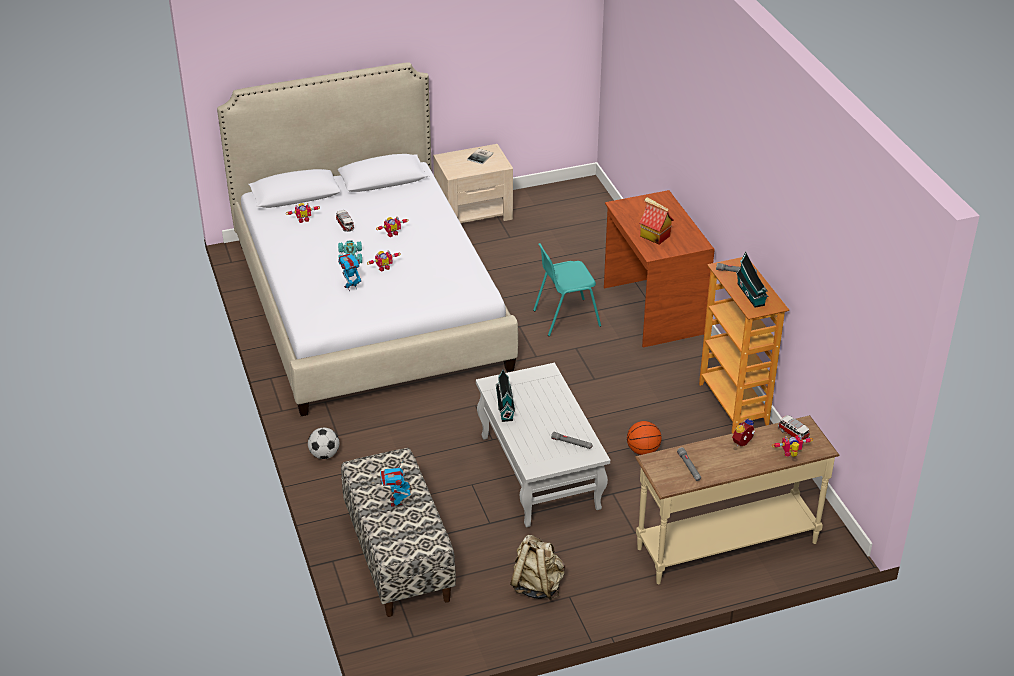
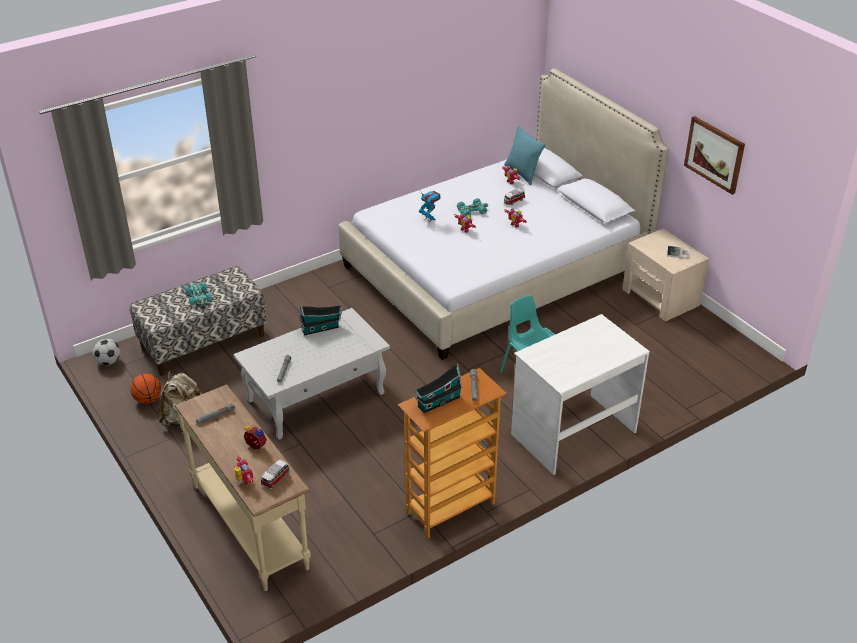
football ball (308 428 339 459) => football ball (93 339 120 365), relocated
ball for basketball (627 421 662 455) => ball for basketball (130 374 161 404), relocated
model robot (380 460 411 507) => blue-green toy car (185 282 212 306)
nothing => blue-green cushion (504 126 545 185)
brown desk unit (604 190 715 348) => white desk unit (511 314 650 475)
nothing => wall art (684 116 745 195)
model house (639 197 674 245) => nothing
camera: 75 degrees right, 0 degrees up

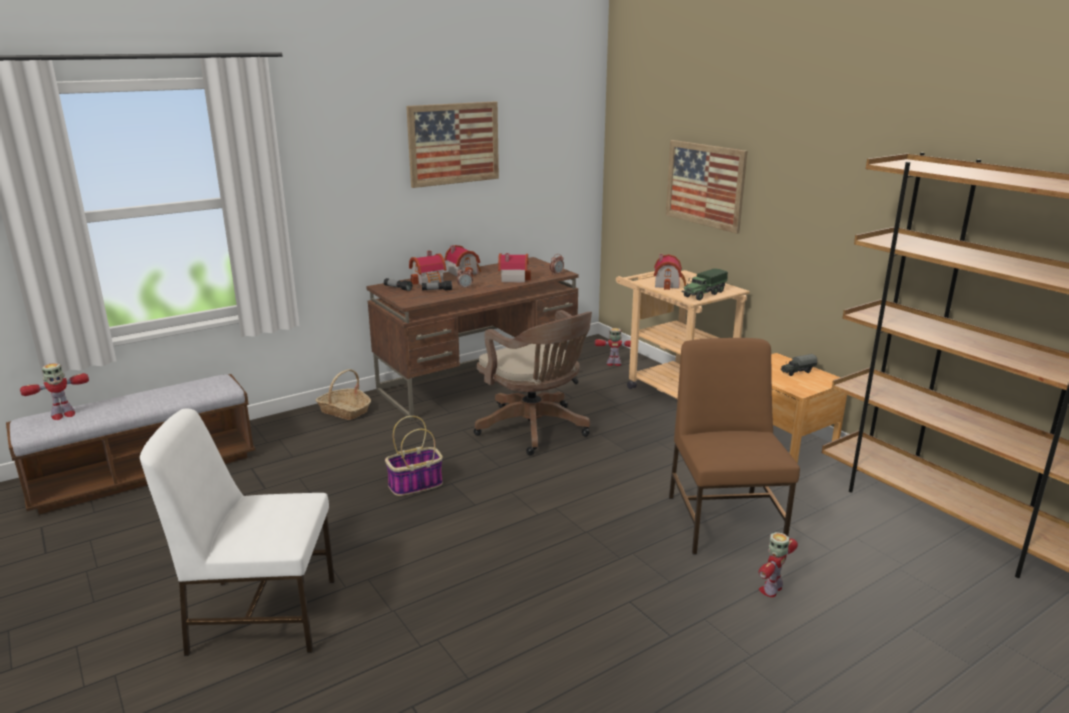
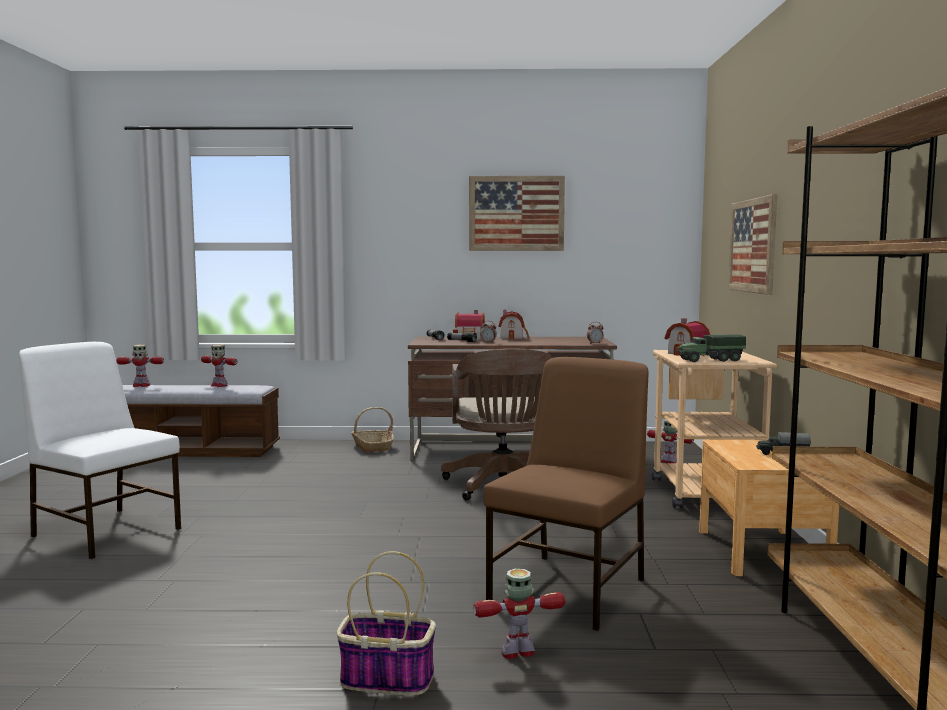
nothing => model robot (201 344 238 387)
basket (385 416 443 496) => basket (337 551 436 695), relocated
model house (498 253 531 283) => nothing
camera: 35 degrees right, 15 degrees down

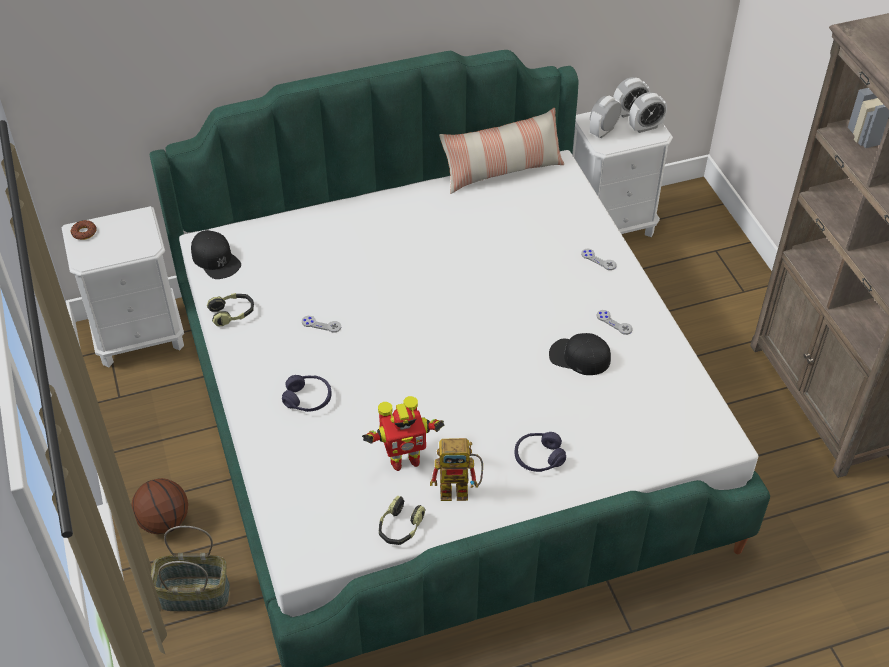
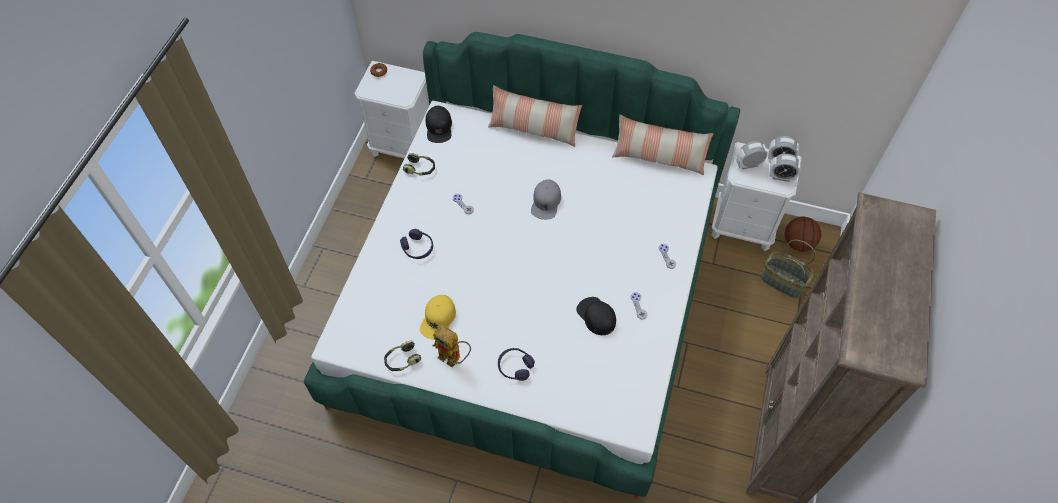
model robot (362 396 445 471) => yellowish baseball cap (420 295 456 339)
nothing => cushion (488 85 582 147)
nothing => gray baseball cap (531 179 561 220)
basket (151 526 230 611) => basket (761 240 816 298), relocated
ball for basketball (131 478 188 534) => ball for basketball (784 216 821 252), relocated
camera: 35 degrees right, 10 degrees up

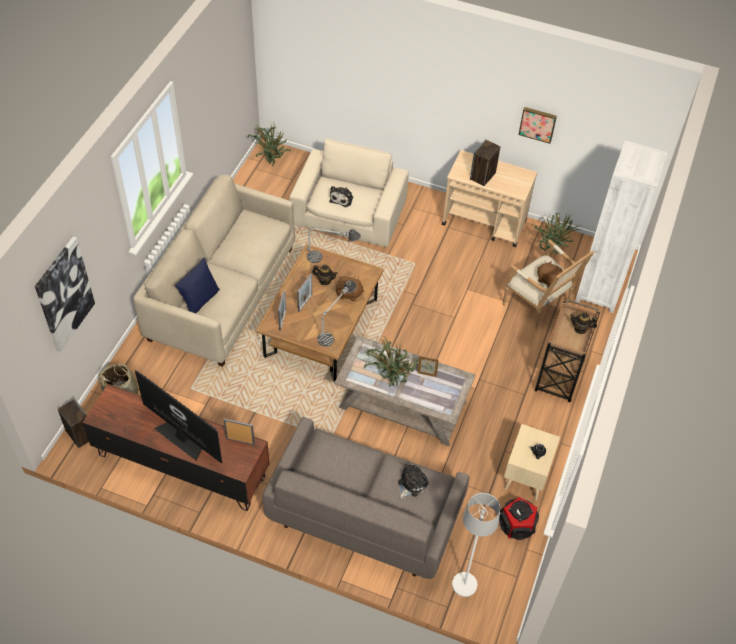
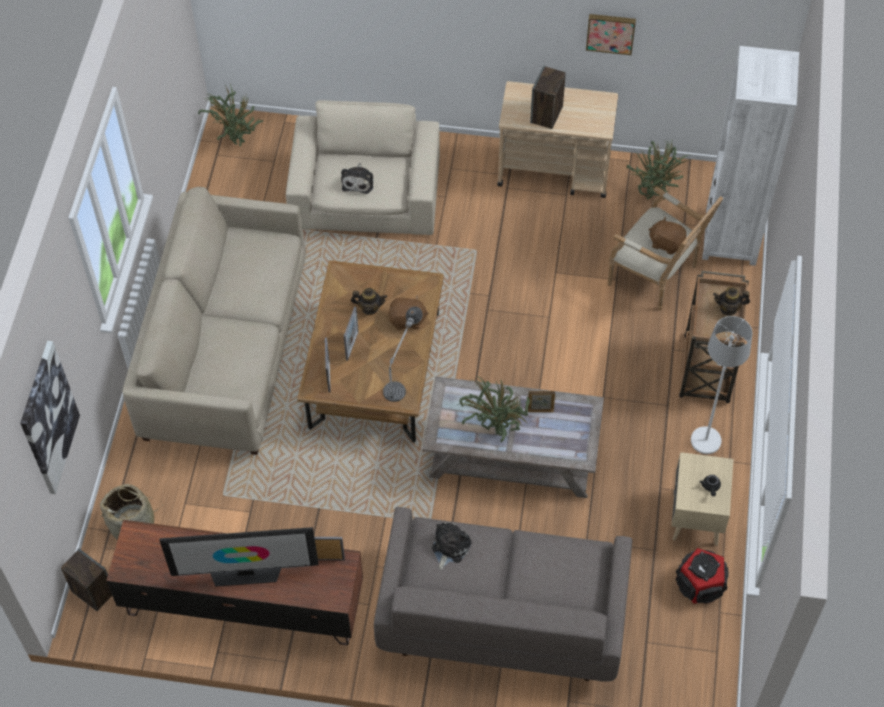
television (135 370 222 464) => television (159 527 319 587), 150 degrees clockwise
cuddly toy (398 464 429 499) => cuddly toy (432 522 472 570), relocated
white standard lamp (452 493 500 597) => white standard lamp (691 316 752 454), relocated
bluish cushion (175 258 220 313) => nothing
table lamp (306 225 361 263) => nothing
camera: 10 degrees left, 5 degrees up

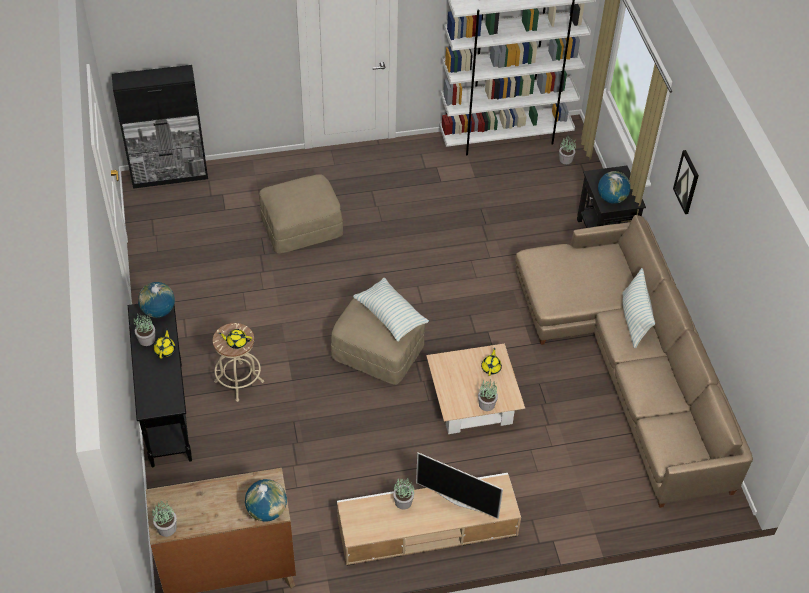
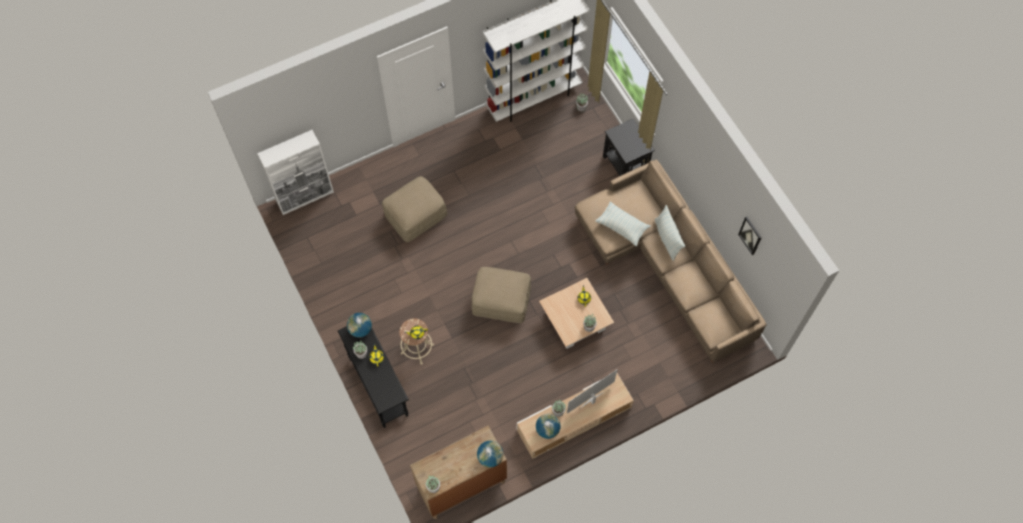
black-coloured cabinet (112 65 208 189) => white cabinet (257 130 334 215)
desk globe (598 171 631 204) => desk globe (536 414 560 439), relocated
television (416 452 503 519) => television (567 370 617 414), 135 degrees clockwise
cushion (353 278 429 342) => cushion (595 201 651 246), relocated
wall art (673 150 699 214) => wall art (738 217 762 255), relocated
camera: 15 degrees left, 15 degrees up

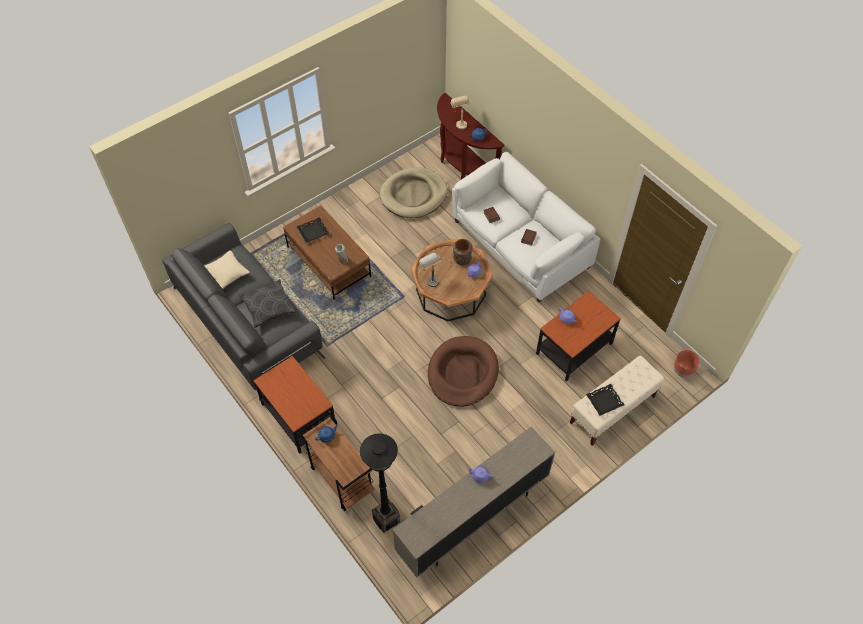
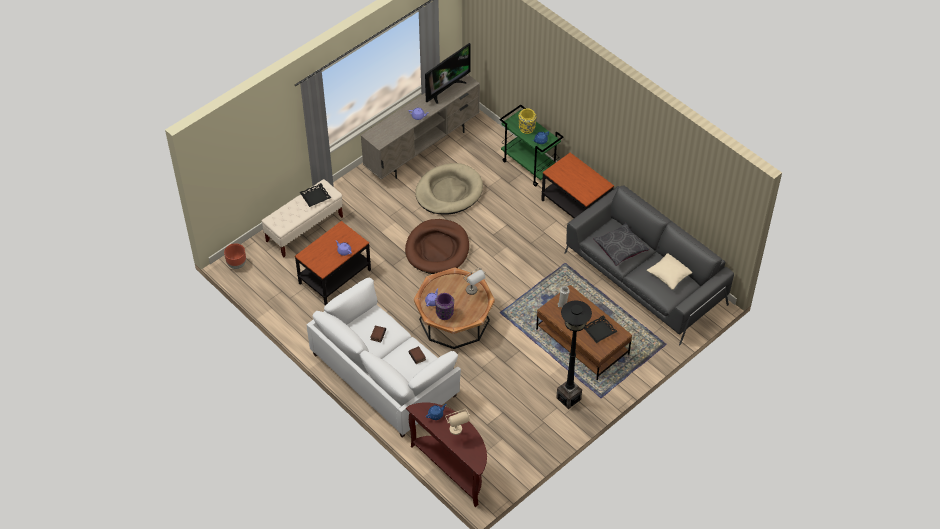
beige-coloured pet bed (380 168 448 218) => beige-coloured pet bed (415 163 483 215), relocated
nothing => television (425 43 471 104)
brown flower vase (453 239 472 266) => purple flower vase (435 293 454 320)
brown trolley (298 412 375 511) => green-coloured trolley (499 105 564 187)
nothing => yellowish flower vase (519 108 536 134)
black-coloured standard lamp (360 433 400 533) => black-coloured standard lamp (556 301 592 409), relocated
camera: 175 degrees right, 5 degrees down

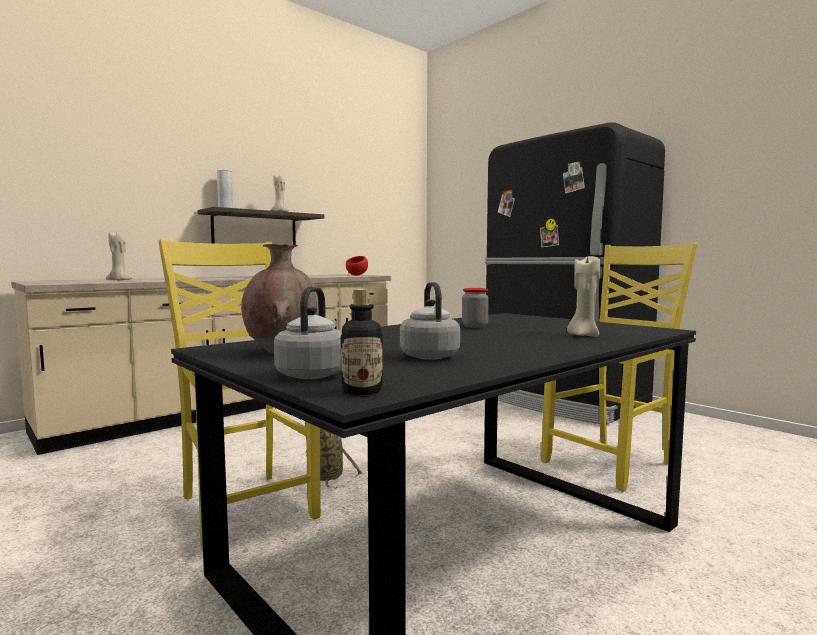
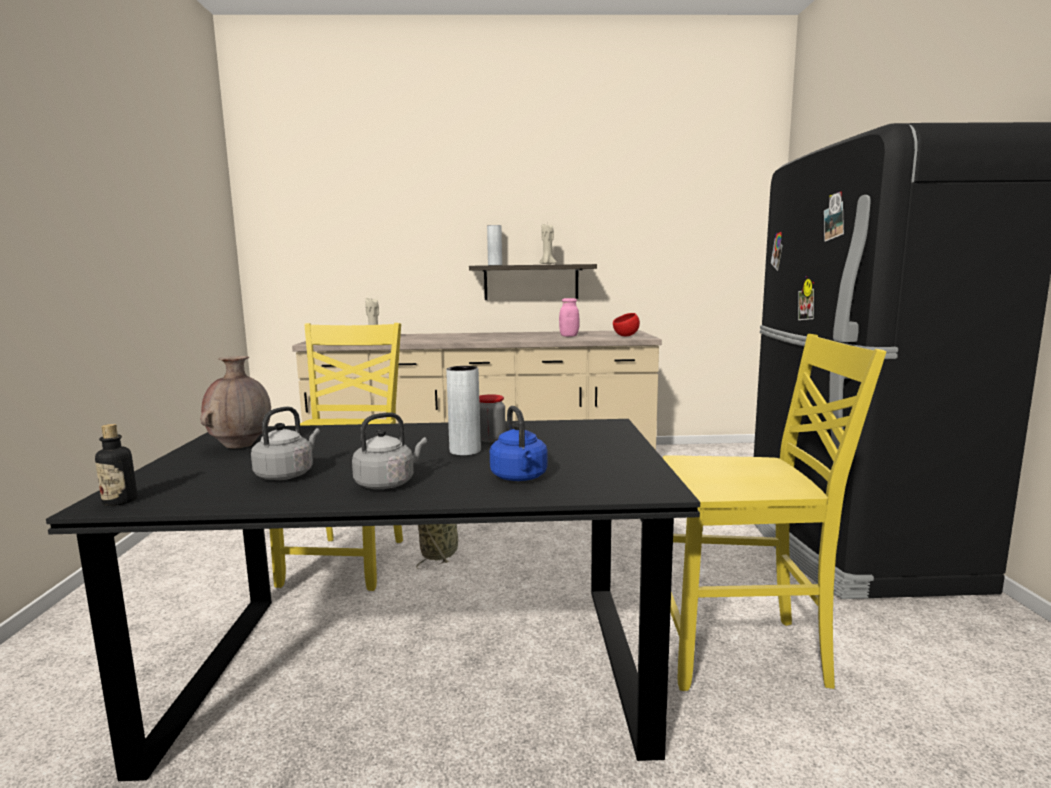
gray kettle (274 286 342 379) => gray kettle (352 412 427 489), relocated
nothing => gray flower vase (446 366 481 456)
beige-coloured candle (567 255 600 337) => bluish kettle (490 406 548 481)
nothing => pink-coloured jar (559 298 580 337)
camera: 40 degrees right, 5 degrees up

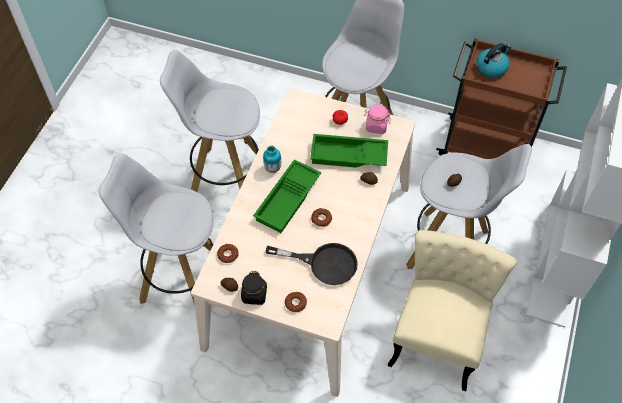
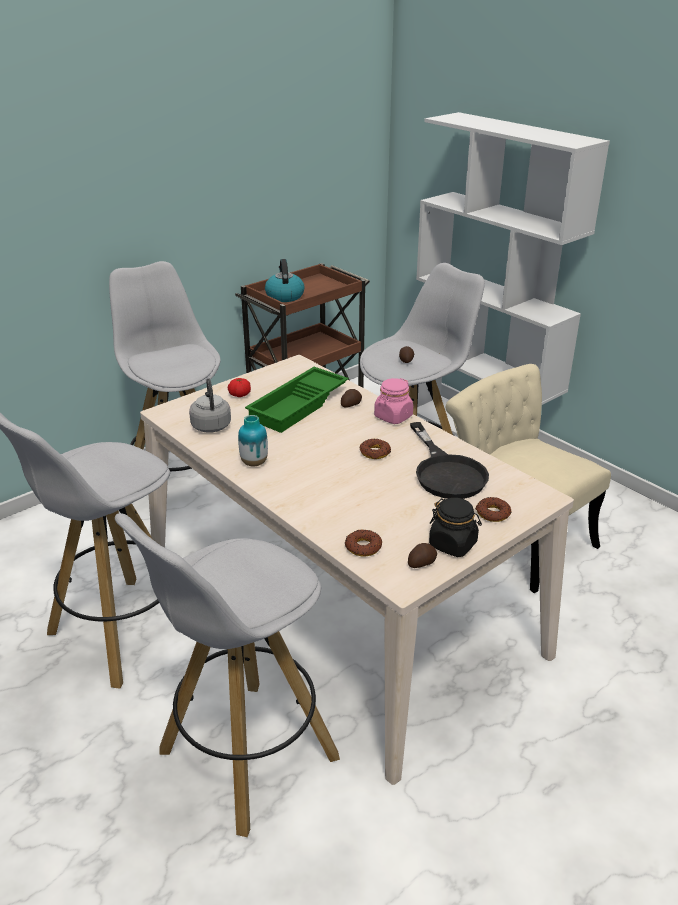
nothing => gray kettle (189 378 231 433)
pink-coloured jar (364 104 391 134) => pink-coloured jar (374 378 413 424), relocated
black-coloured skillet (266 243 358 285) => black-coloured skillet (410 422 489 499), 120 degrees clockwise
green-coloured carrying tray (253 159 322 233) => nothing
camera: 60 degrees left, 25 degrees down

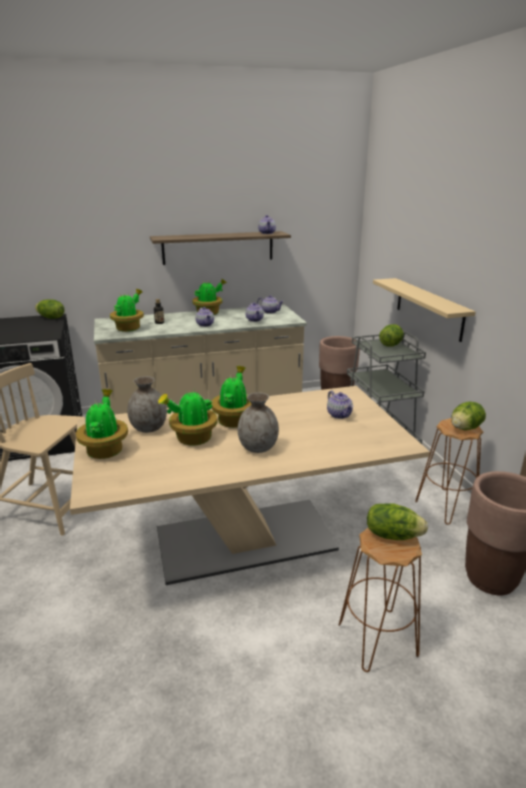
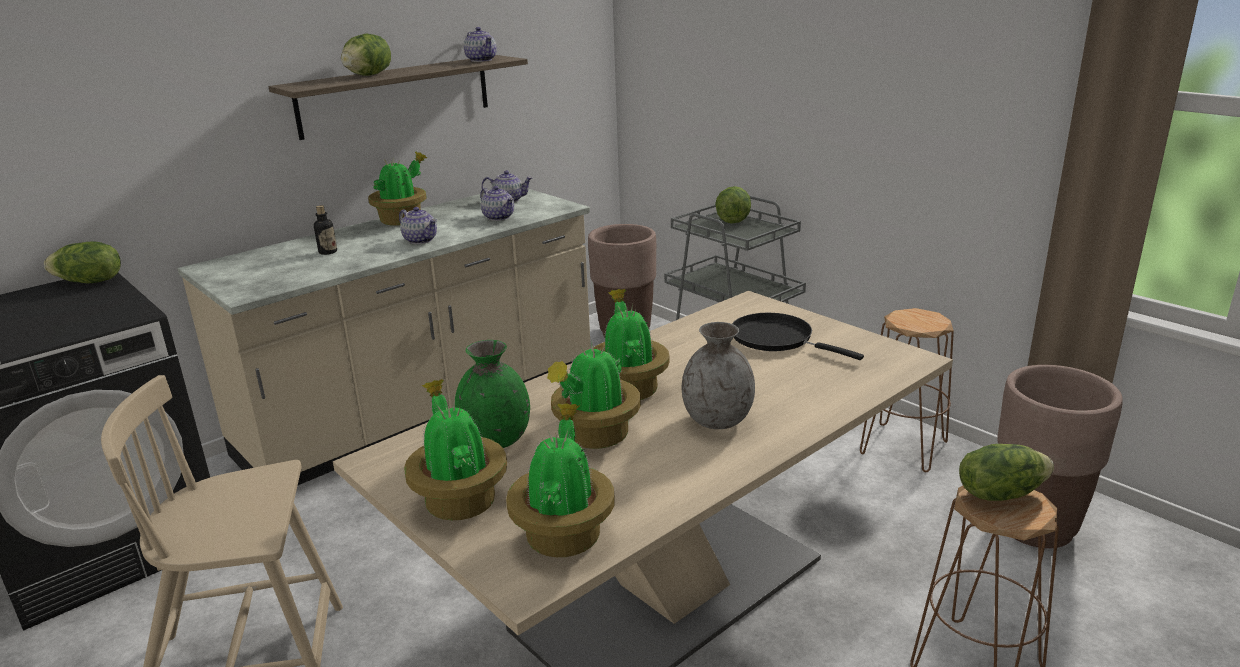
lettuce (451 401 486 430) => lettuce (341 34 391 76), relocated
gray flower vase (127 376 167 433) => green-coloured flower vase (455 340 530 448)
potted plant (110 289 144 332) => potted plant (506 403 615 557), relocated
pot for tea (327 391 353 419) => black-coloured skillet (732 313 864 360)
beige-coloured shelf (373 278 476 342) => nothing
camera: 25 degrees left, 0 degrees up

